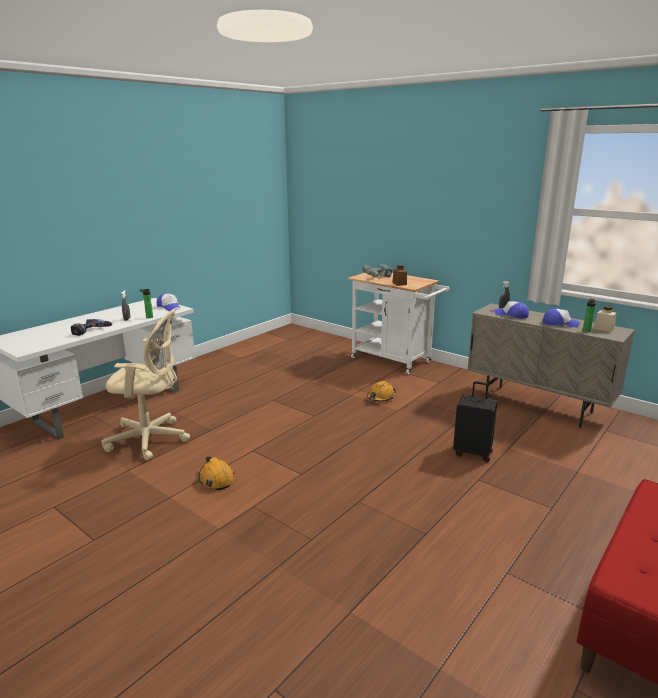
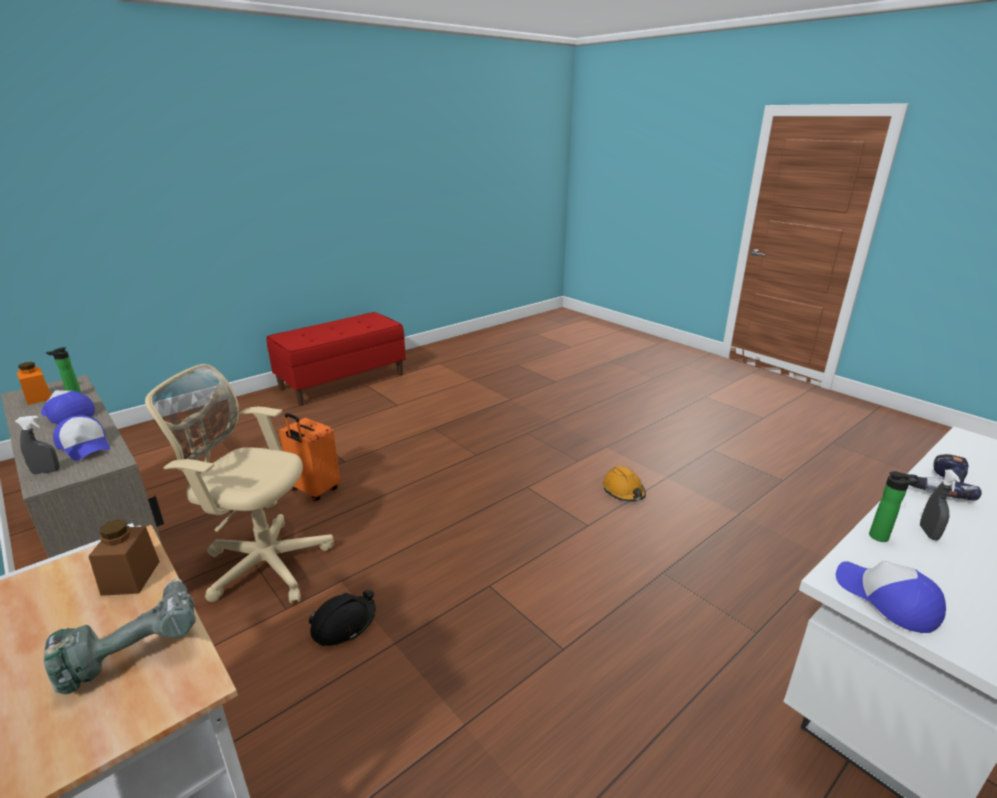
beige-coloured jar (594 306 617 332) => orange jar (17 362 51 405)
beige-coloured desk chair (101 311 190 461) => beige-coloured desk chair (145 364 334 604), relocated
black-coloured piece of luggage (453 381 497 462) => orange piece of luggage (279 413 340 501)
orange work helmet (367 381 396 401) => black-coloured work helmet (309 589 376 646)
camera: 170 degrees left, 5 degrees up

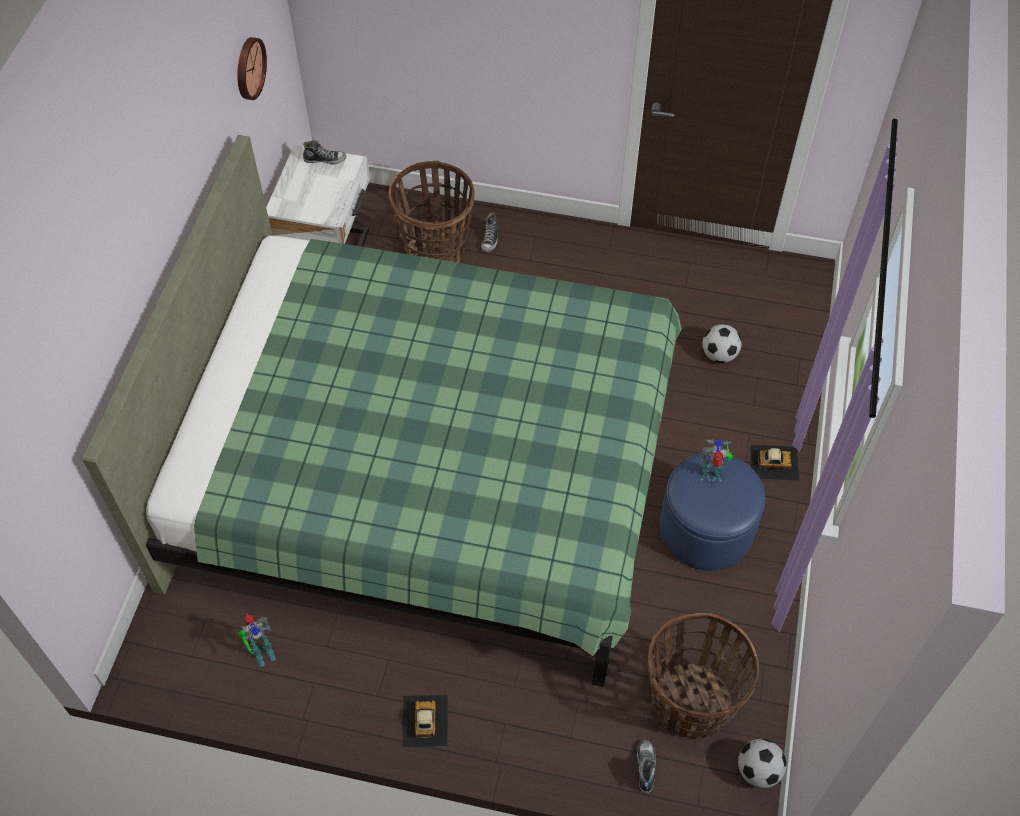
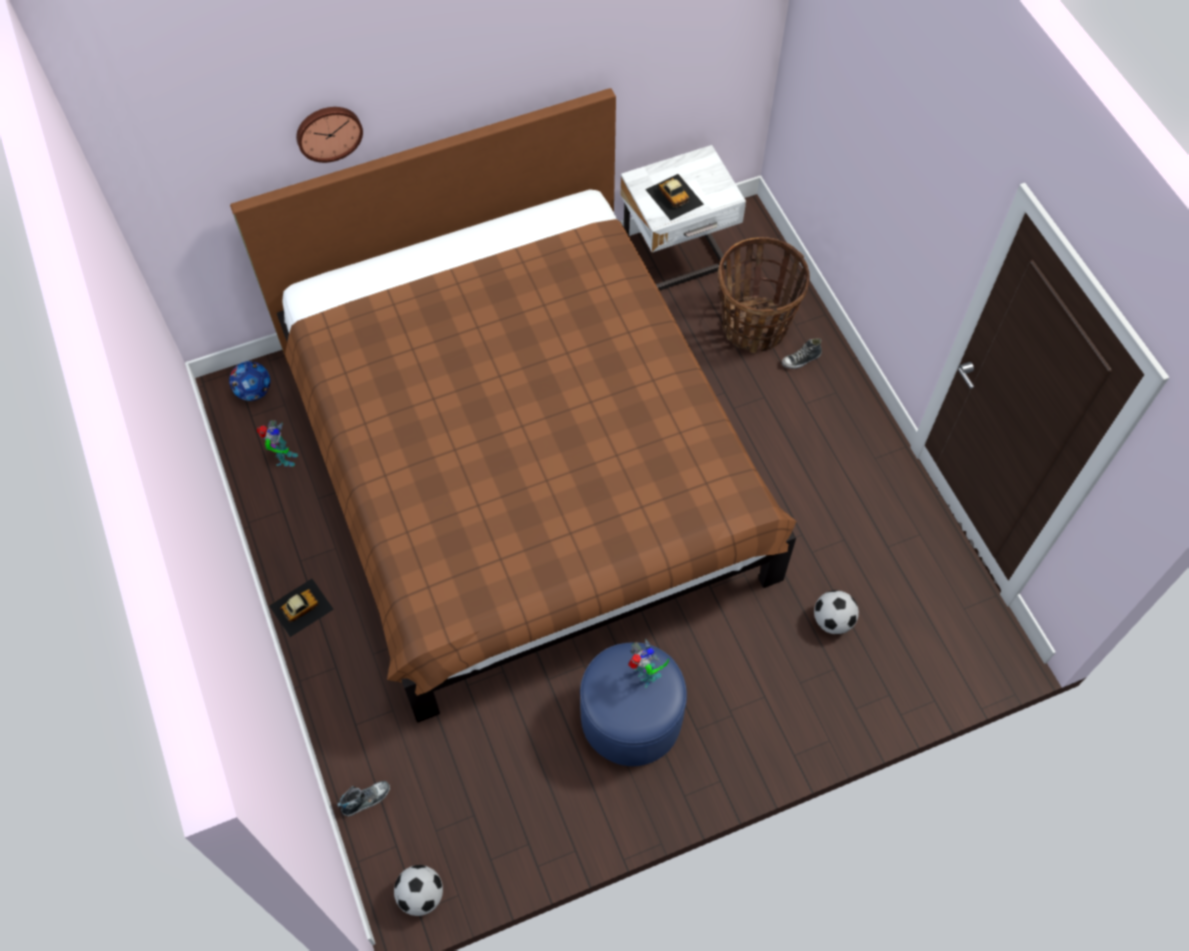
nothing => football ball (229 361 270 401)
green-coloured bed (82 135 682 687) => brown bed (230 88 797 722)
model robot (238 613 276 666) => model robot (257 420 298 467), 105 degrees counterclockwise
wall clock (237 37 267 100) => wall clock (296 107 363 163), relocated
toy car (750 444 799 481) => toy car (645 174 704 220), relocated
low shoe (303 140 346 164) => nothing
basket (647 613 759 739) => nothing
camera: 55 degrees right, 5 degrees up

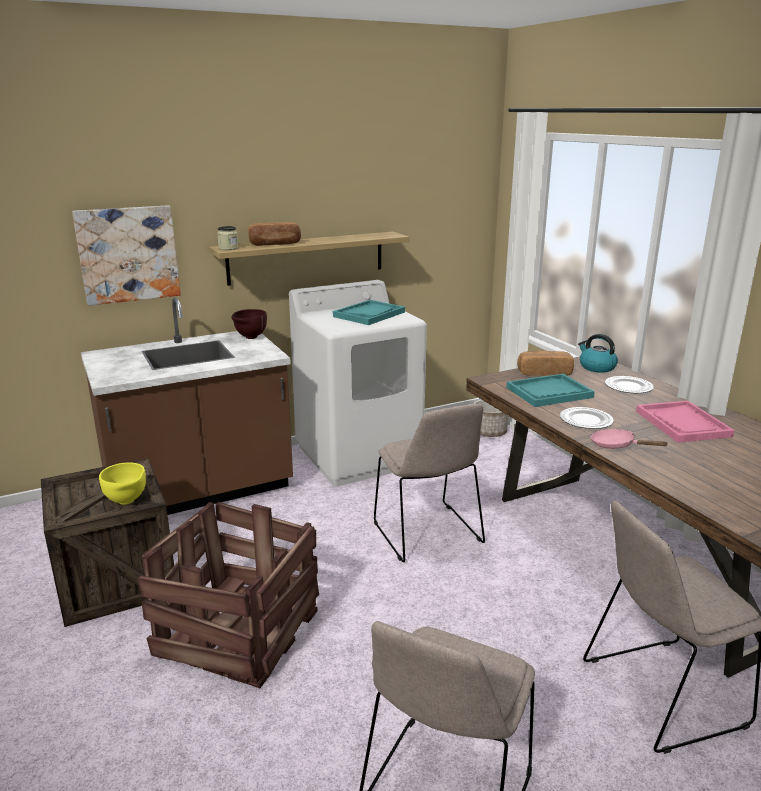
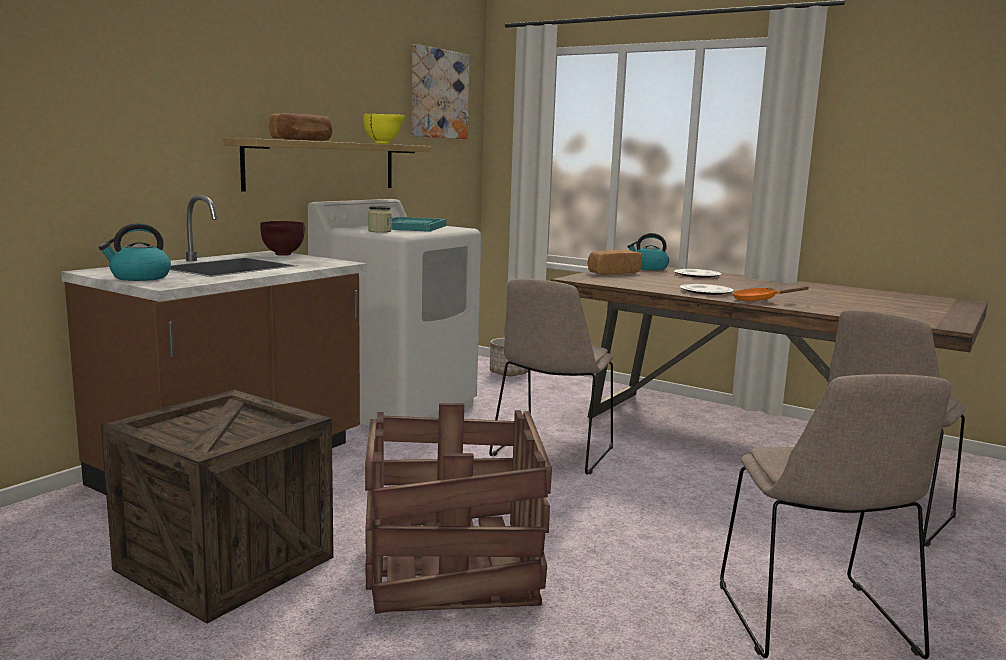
nothing => kettle (99 223 171 281)
yellowish deep dish (99 462 146 505) => yellowish deep dish (363 114 405 144), relocated
jar (217 226 238 250) => jar (368 206 392 233), relocated
wall art (72 205 181 306) => wall art (412 44 470 139), relocated
beige-coloured plain chair (374 404 485 562) => beige-coloured plain chair (489 279 613 475), 75 degrees clockwise
pink-coloured skillet (591 429 669 449) => orange skillet (733 286 809 301)
blue-green carrying tray (507 374 595 407) => nothing
pink-coloured carrying tray (636 401 735 443) => nothing
camera: 30 degrees left, 10 degrees down

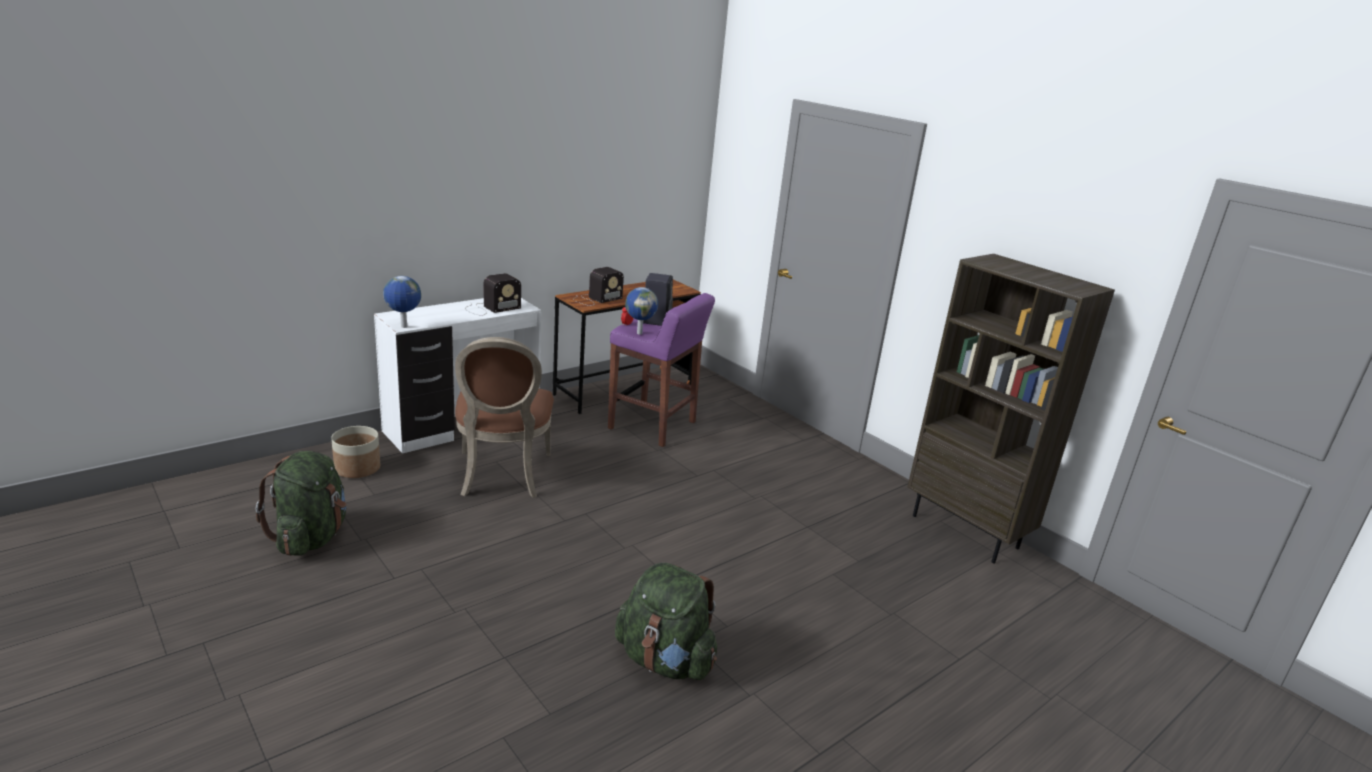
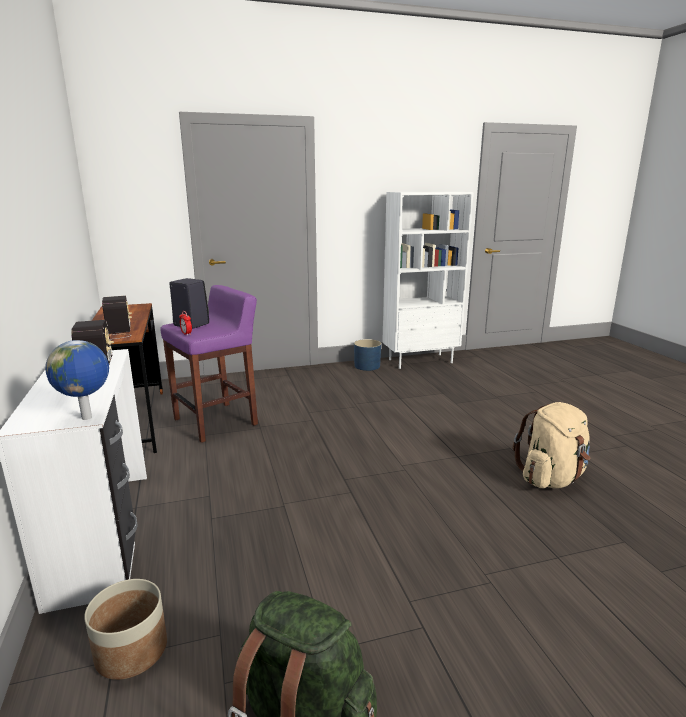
nothing => bluish plant pot (354 339 381 371)
brown shelving unit (908 254 1115 563) => white shelving unit (382 192 473 369)
green-coloured rucksack (615 563 717 680) => beige-coloured rucksack (513 402 590 488)
brown plain chair (455 337 554 498) => nothing
desk globe (625 287 658 335) => nothing
camera: 65 degrees left, 5 degrees down

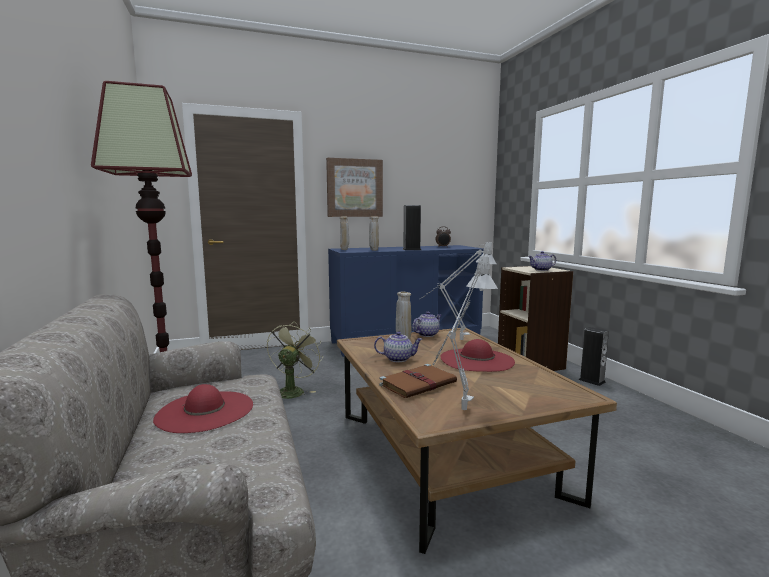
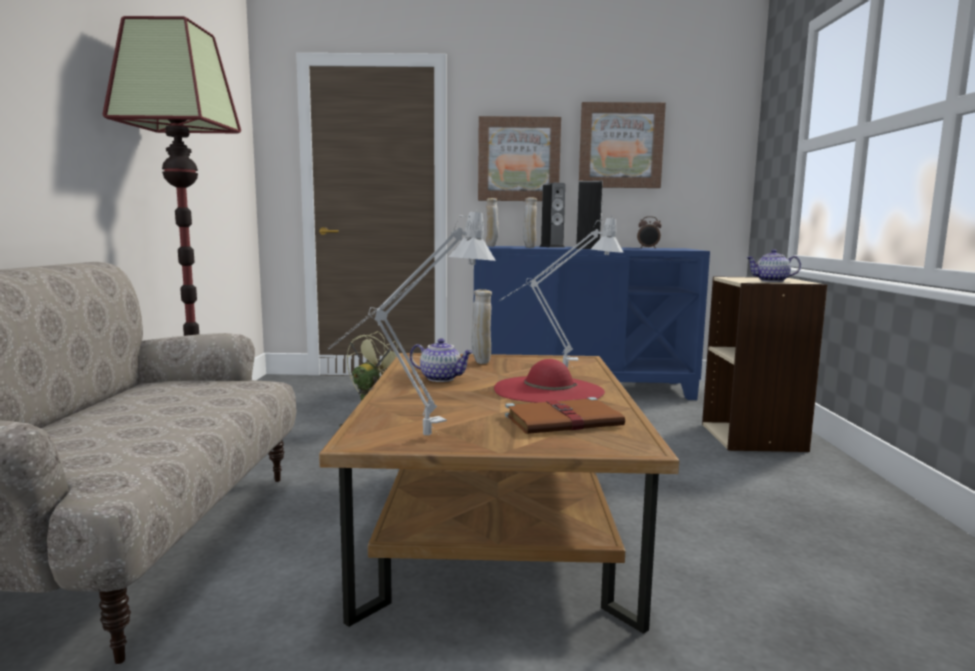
brown book (379 364 457 398) => brown book (505 397 625 434), relocated
audio speaker (579 327 609 386) => audio speaker (540 183 565 247), relocated
nothing => wall art (579 102 666 188)
reddish hat (153 384 253 433) => nothing
pot for tea (412 311 441 337) => nothing
camera: 20 degrees right, 0 degrees up

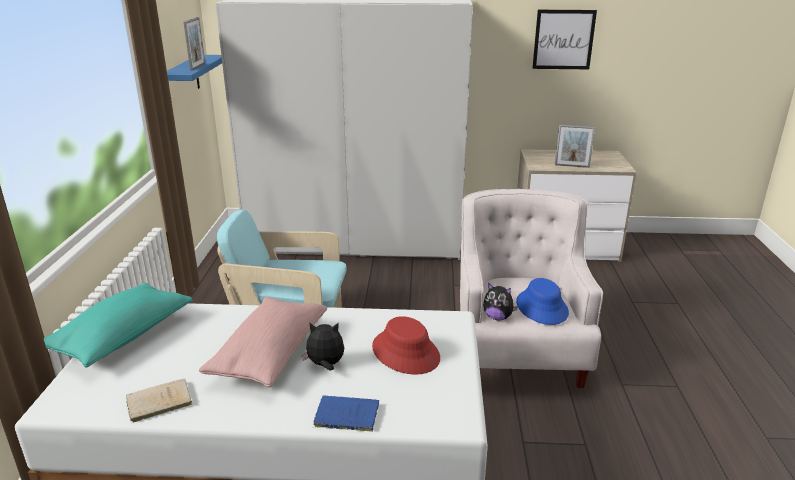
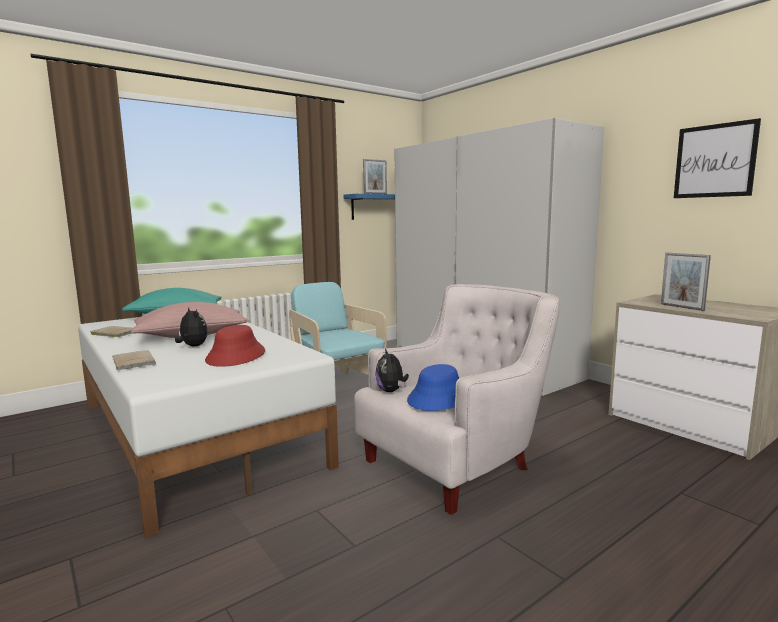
bluish book (313 395 379 432) => beige-coloured book (112 350 156 370)
camera: 50 degrees right, 15 degrees down

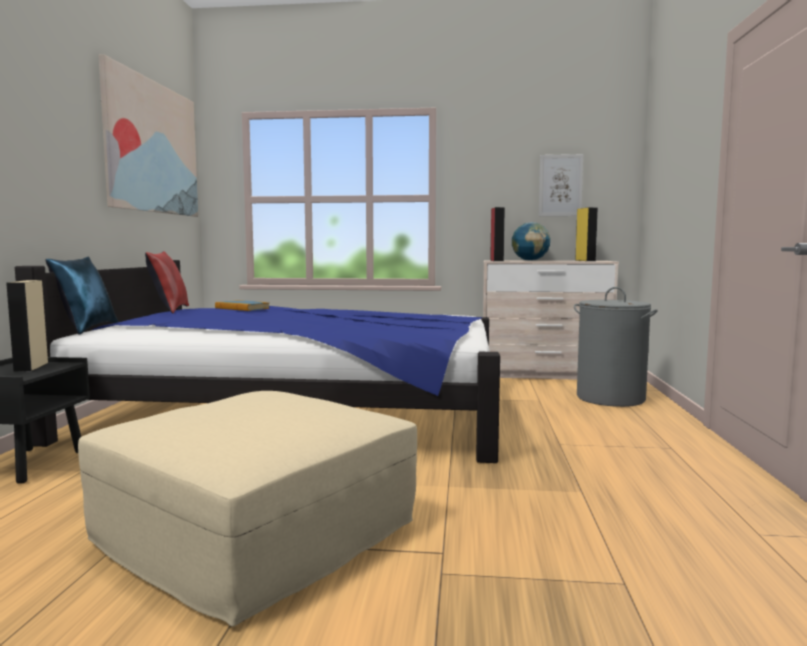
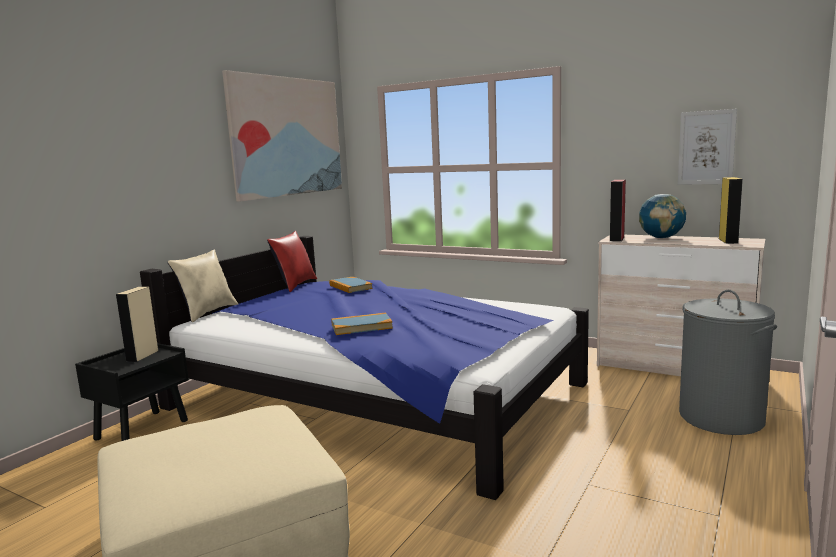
bluish cushion (46 257 119 335) => beige-coloured cushion (167 249 238 322)
nothing => book (331 313 393 335)
camera: 25 degrees right, 5 degrees up

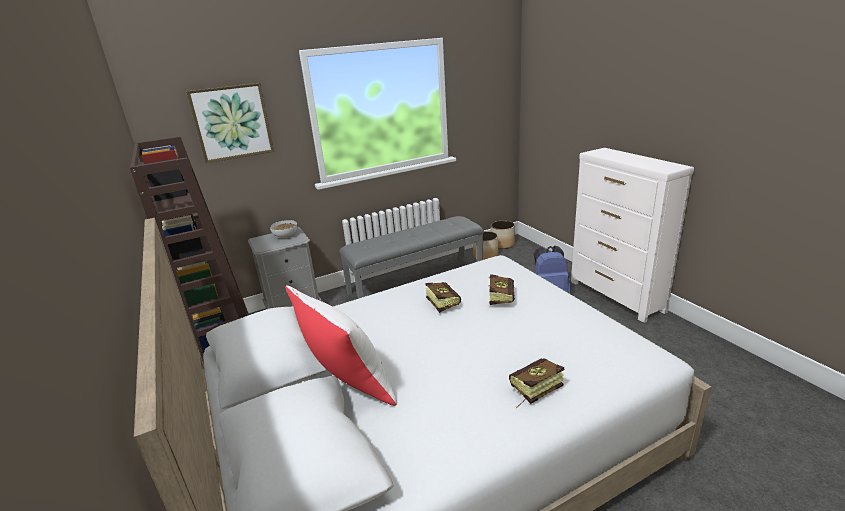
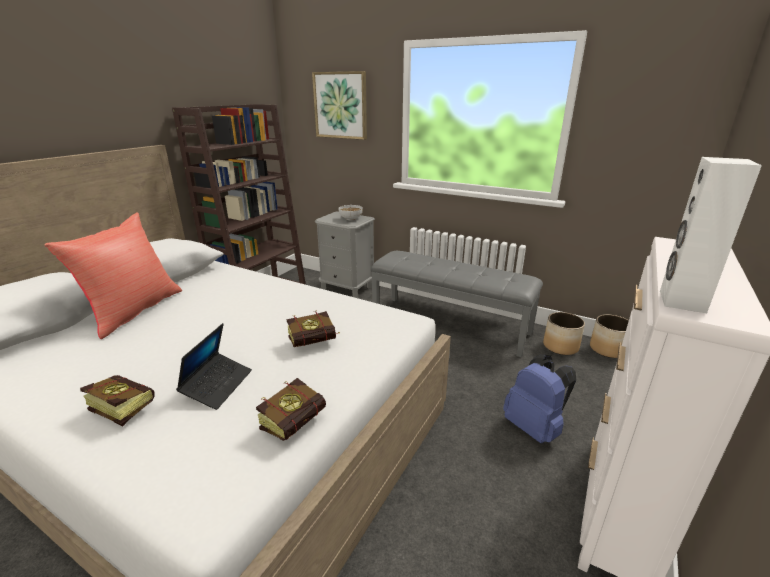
white cushion (285 286 397 406) => reddish cushion (45 212 182 339)
nothing => portable computer (176 323 252 410)
book (425 282 461 313) => book (256 378 326 441), relocated
nothing => white audio speaker (660 157 762 313)
camera: 55 degrees right, 0 degrees up

